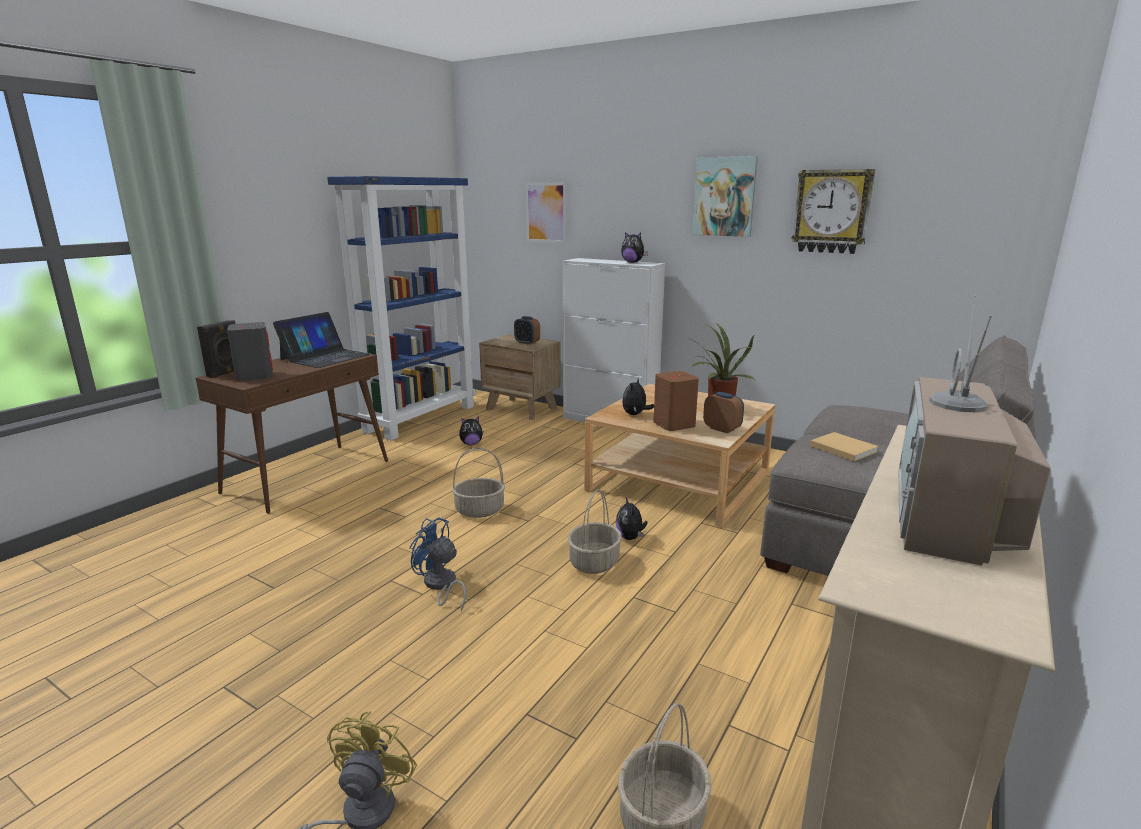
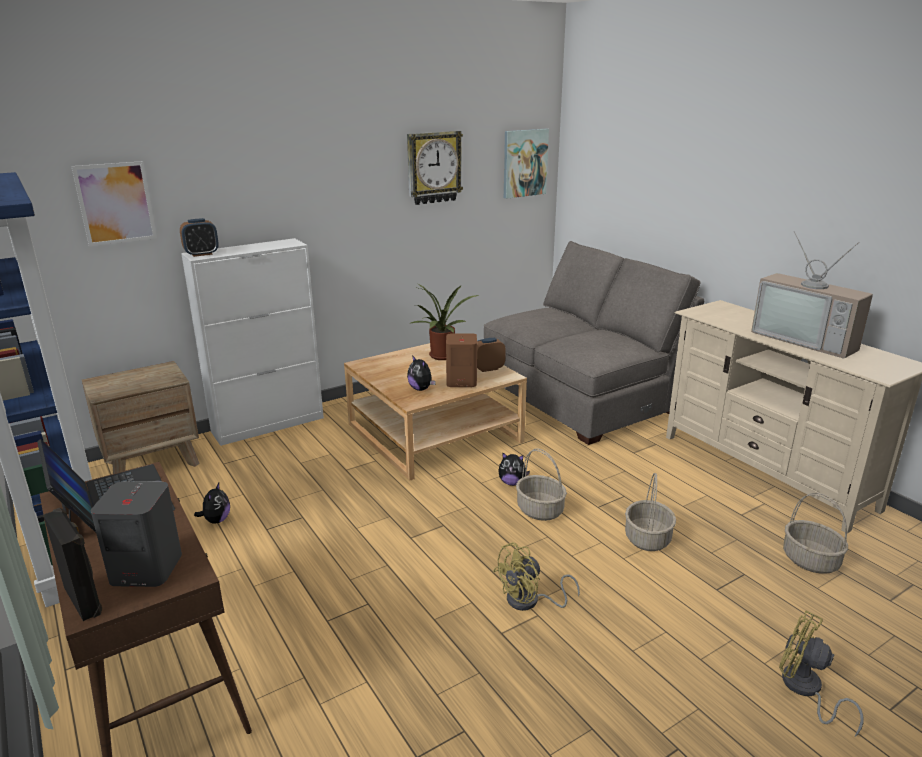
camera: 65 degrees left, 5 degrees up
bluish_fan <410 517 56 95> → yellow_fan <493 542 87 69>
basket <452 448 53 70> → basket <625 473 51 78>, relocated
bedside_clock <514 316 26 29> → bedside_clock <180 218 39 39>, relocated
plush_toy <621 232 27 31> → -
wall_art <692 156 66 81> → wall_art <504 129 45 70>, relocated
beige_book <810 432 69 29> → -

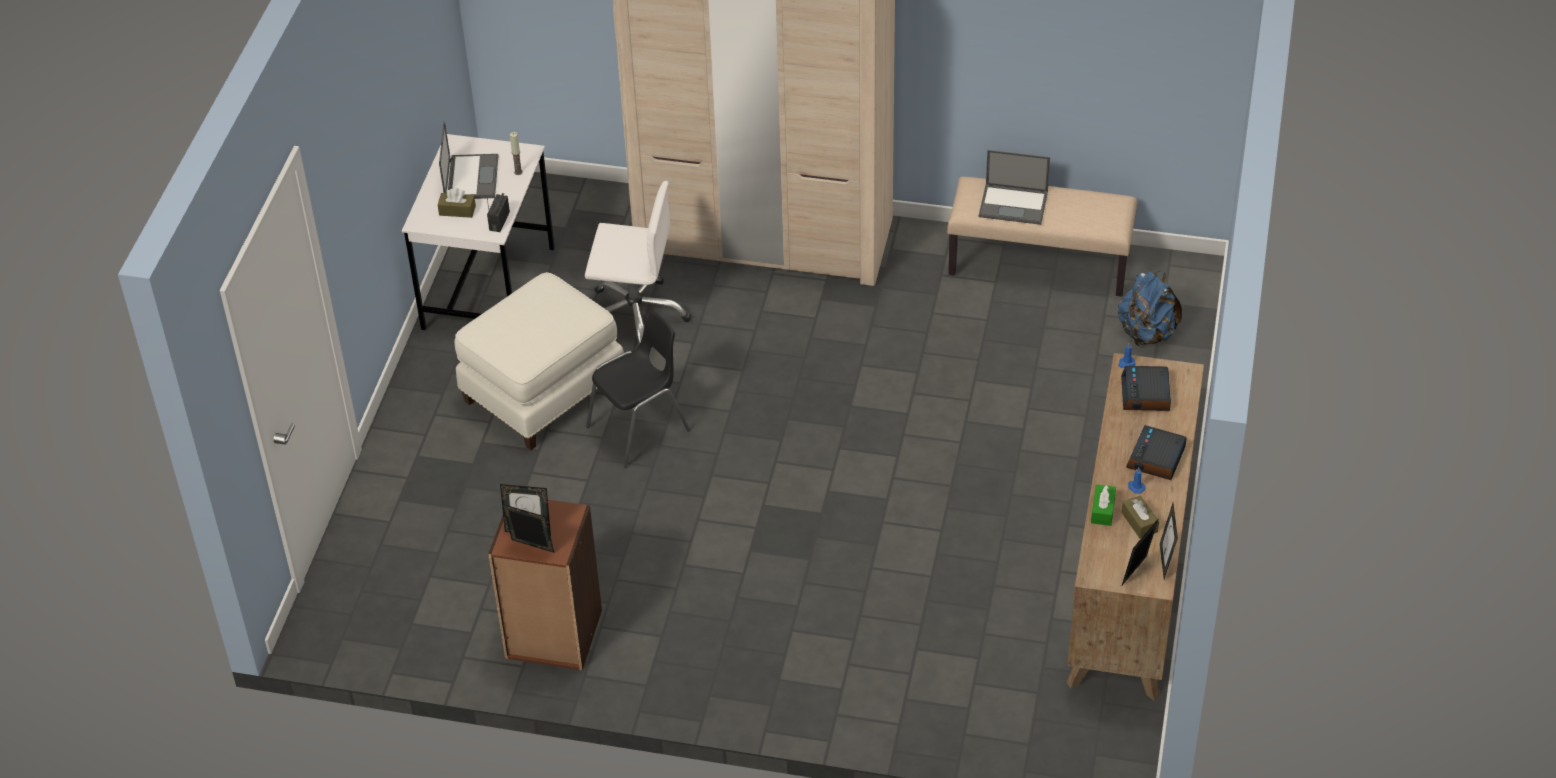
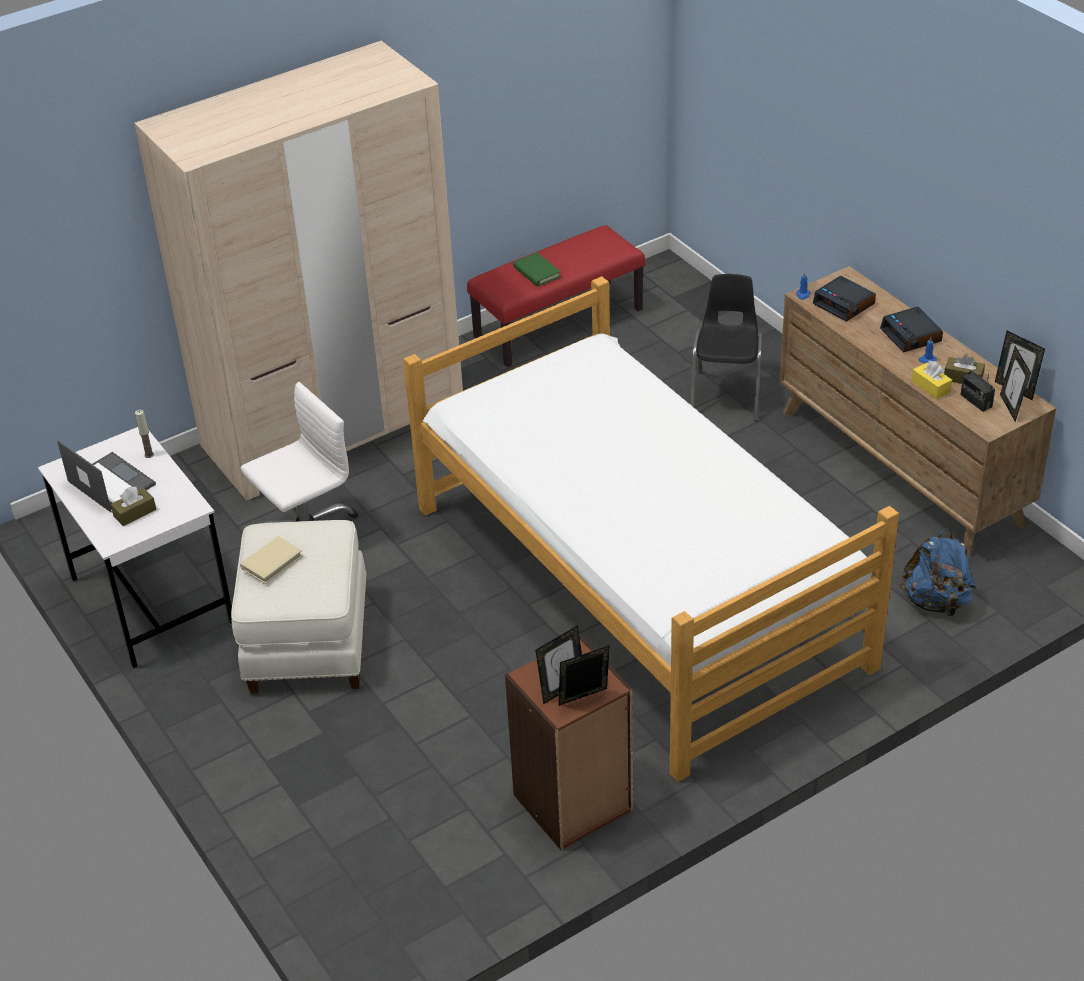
camera: 45 degrees left, 5 degrees down
radio_receiver <487 193 23 39> → radio_receiver <960 371 35 41>, relocated
black_upright_chair <586 311 104 157> → black_upright_chair <690 274 72 147>, relocated
beige_bench <947 177 190 120> → red_bench <467 225 179 142>
portable_computer <979 150 71 75> → green_book <513 252 48 35>
green_tissue_box <1091 484 25 42> → yellow_tissue_box <912 361 40 38>
bluish_knapsack <1118 271 64 76> → bluish_knapsack <899 528 77 88>, relocated
- → beige_book <240 536 63 48>
- → bed <403 277 496 505>

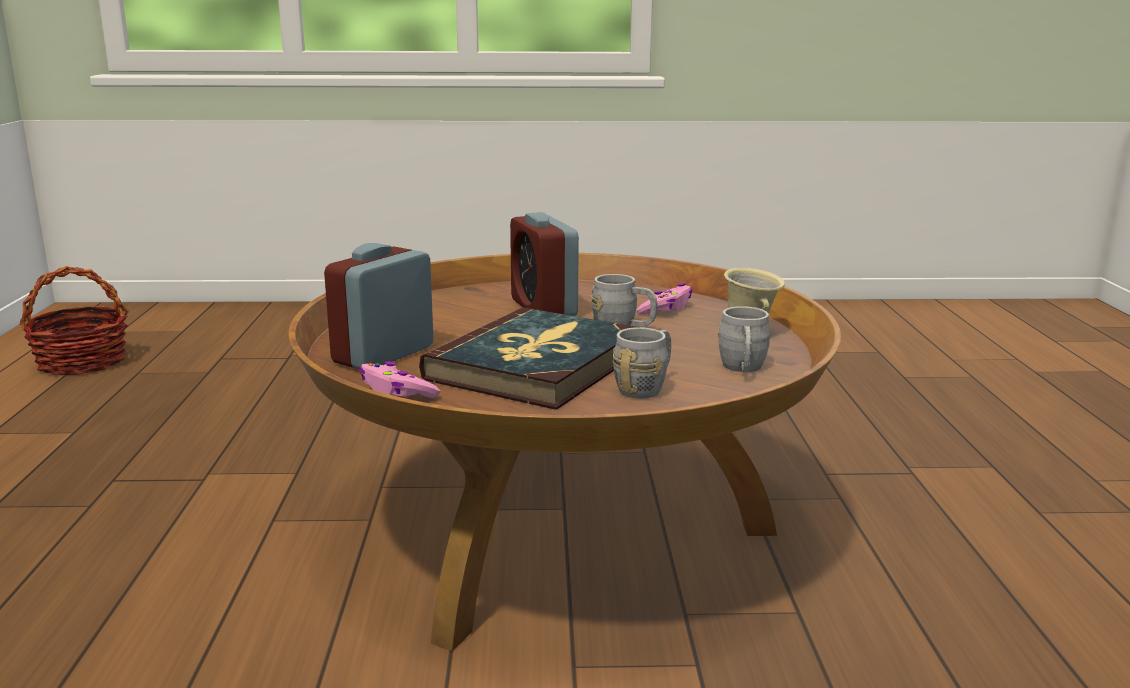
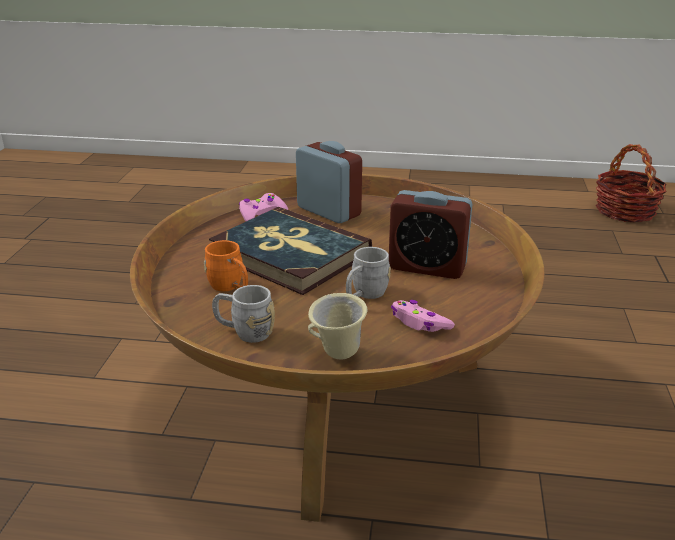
camera: 100 degrees right, 10 degrees up
bedside_clock <510 212 69 104> → bedside_clock <389 190 84 89>, 150 degrees counterclockwise
gray_tea_mug <613 327 58 71> → orangey_tea_mug <204 240 44 51>

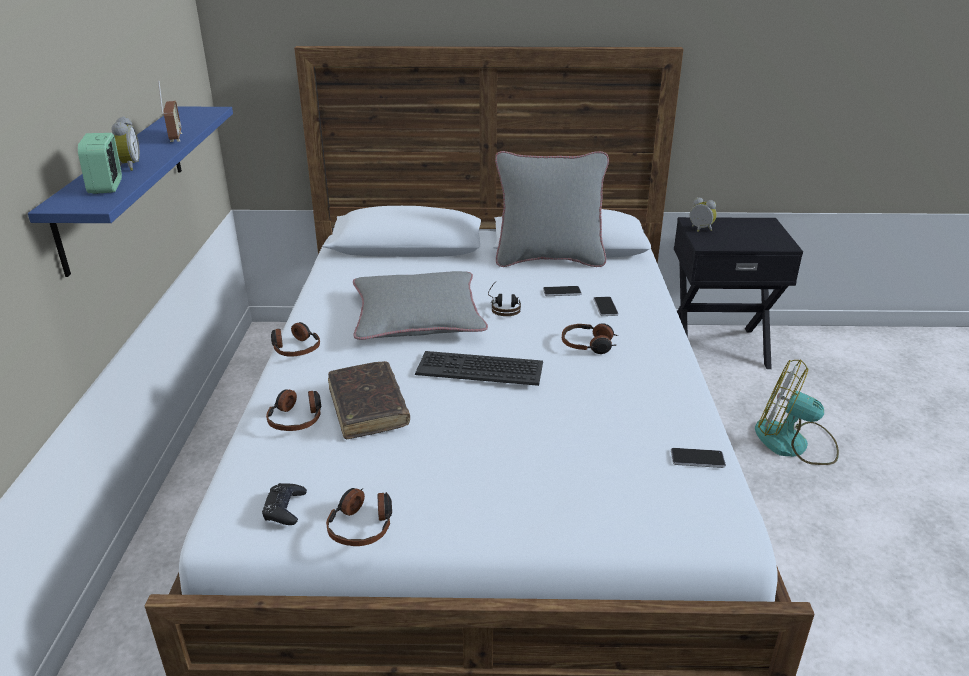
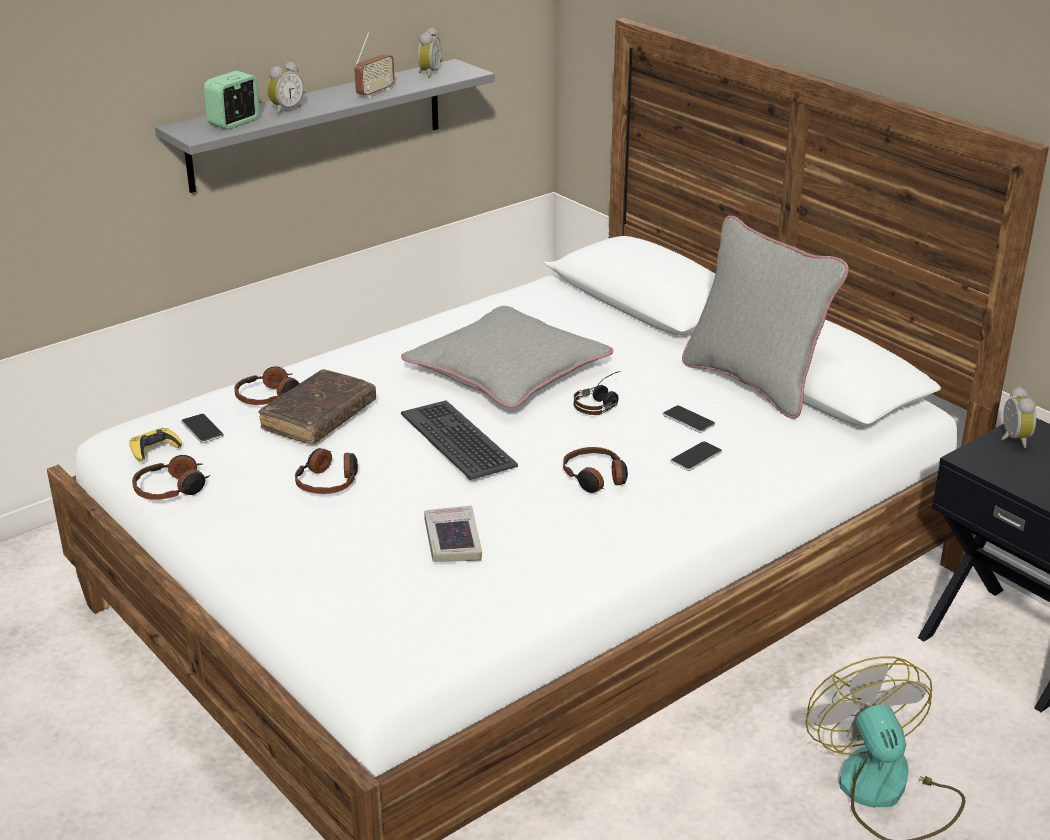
camera: 50 degrees right, 0 degrees up
bluish_wall_shelf <28 107 205 170> → gray_wall_shelf <155 59 340 134>
black_game_controller <262 483 45 42> → yellow_game_controller <129 428 53 33>
headset <271 322 49 35> → headset <295 448 63 46>, relocated
telephone <671 448 55 20> → telephone <181 414 43 29>, relocated
- → bedside_clock <417 28 24 50>
- → book <424 506 58 56>

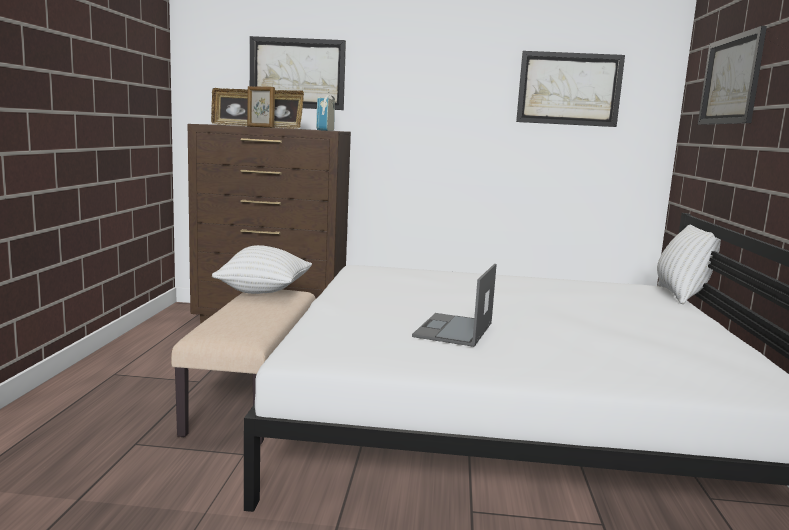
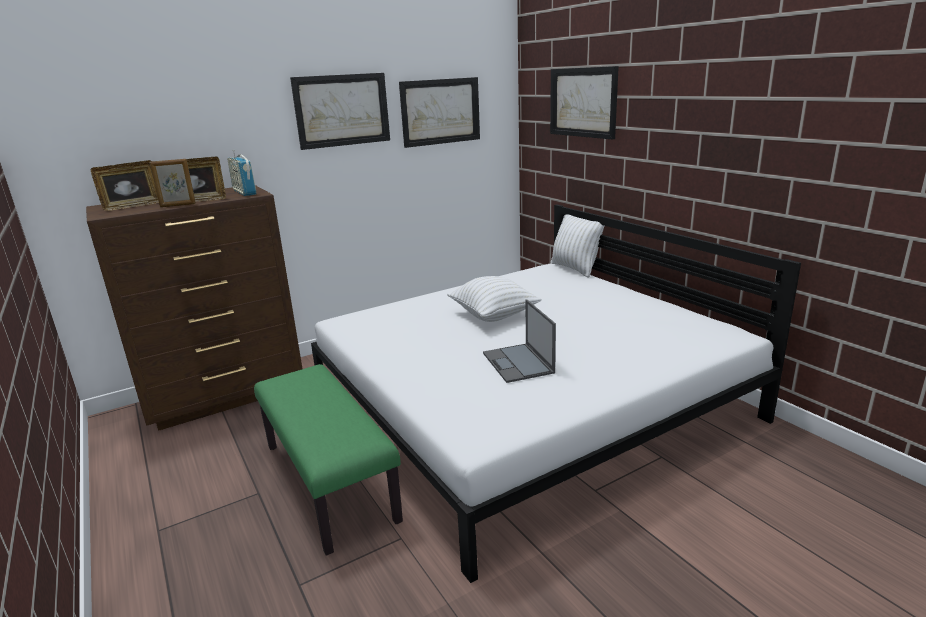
camera: 35 degrees left, 10 degrees up
beige_bench <171 290 145 154> → green_bench <254 364 149 192>
white-coloured_throw_pillow <212 245 100 49> → white-coloured_throw_pillow <447 276 94 46>, relocated
wall_art <250 36 96 74> → wall_art <290 73 100 77>, relocated

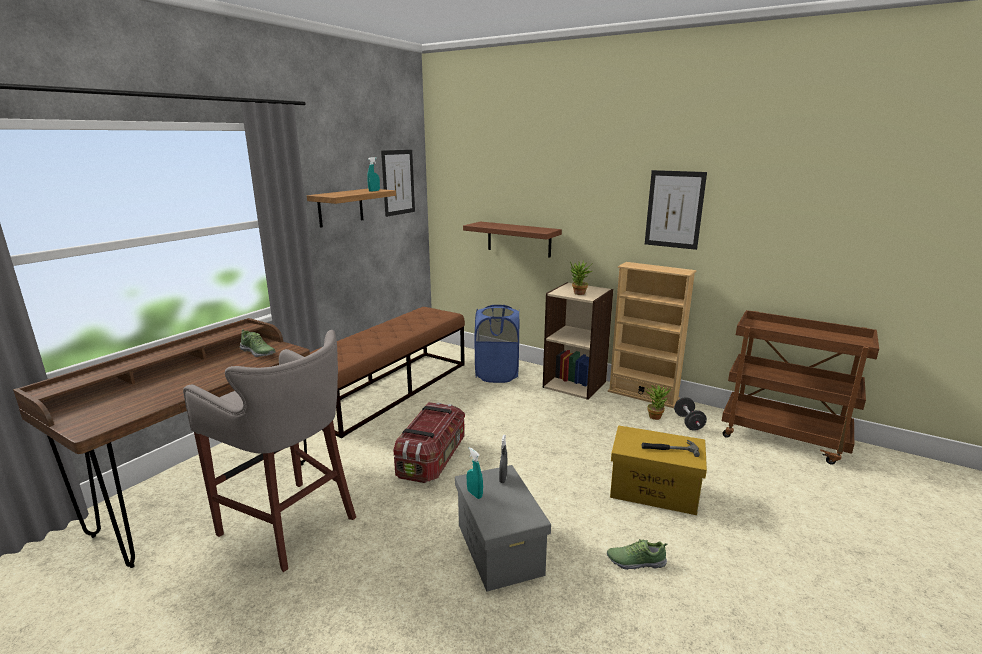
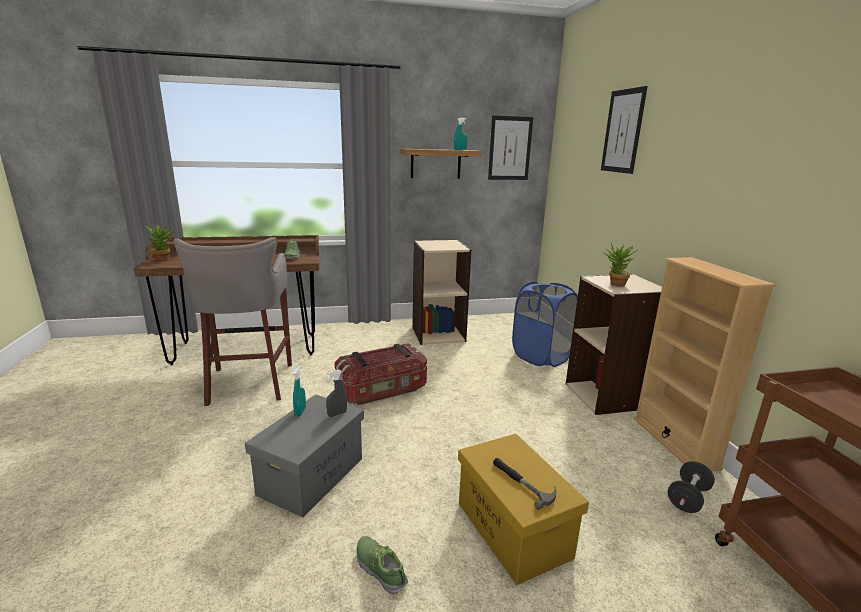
camera: 45 degrees right, 0 degrees up
brown_bench <310 307 155 131> → beige_bookcase <412 240 59 105>
brown_wall_shelf <463 222 99 36> → -
wall_art <645 170 62 80> → wall_art <601 86 47 88>, relocated
potted_plant <646 385 24 35> → potted_plant <146 225 29 37>, relocated

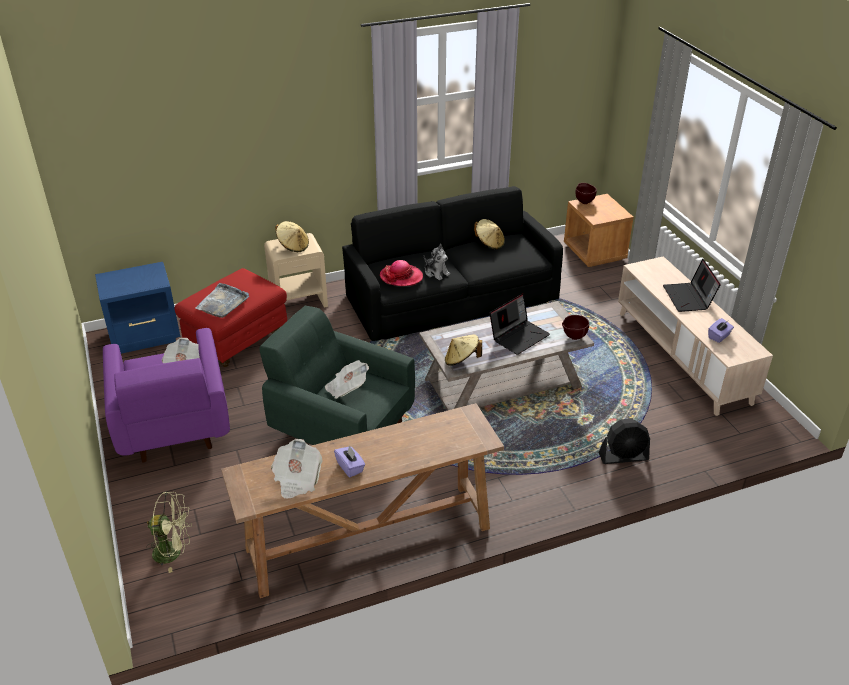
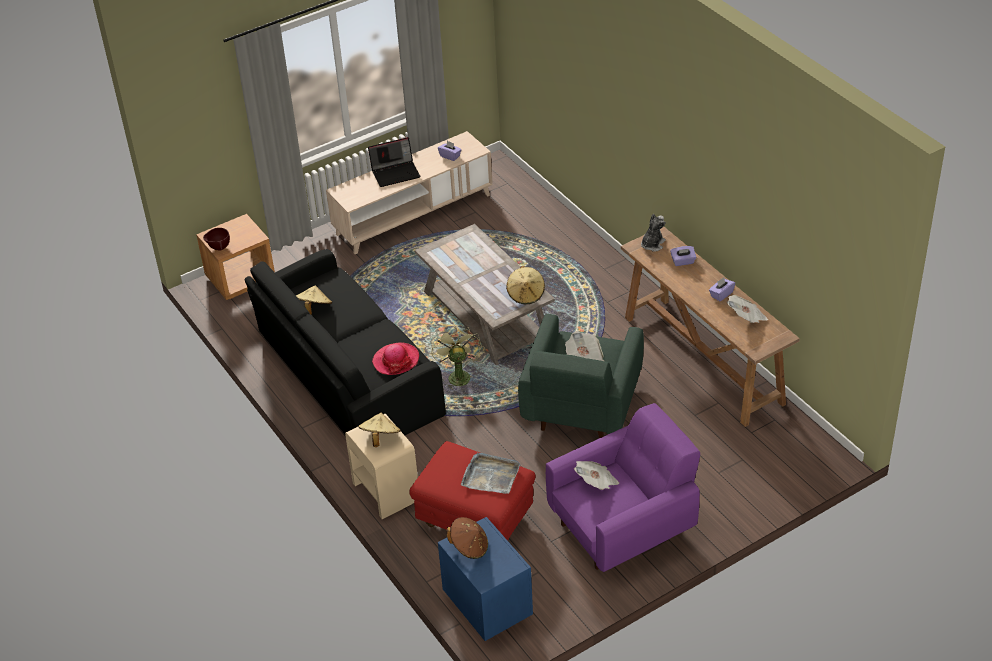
camera: 100 degrees left, 5 degrees up
green_fan <146 491 46 82> → green_fan <431 327 51 63>, relocated
plush_toy <424 244 26 36> → plush_toy <641 214 25 38>, relocated
portable_computer <490 293 60 62> → -
brown_serving_bowl <562 315 27 25> → -
black_fan <599 418 51 46> → -
- → brown_clothing_hat <447 517 41 42>
- → purple_tissue_box <670 246 26 20>

